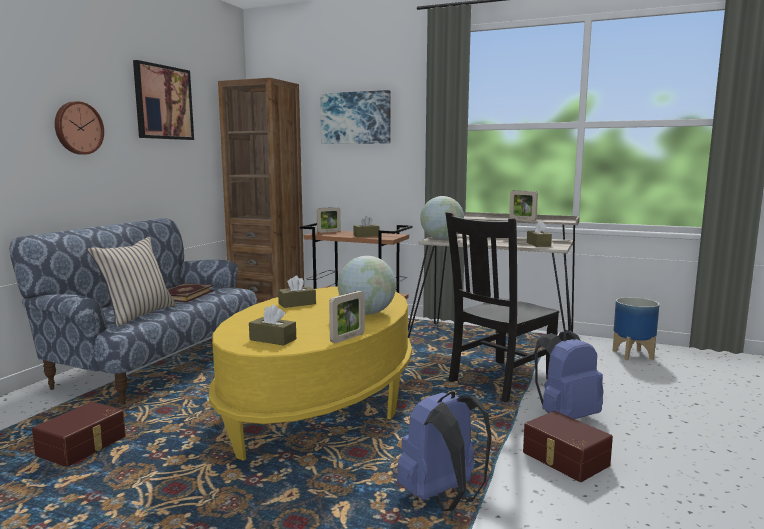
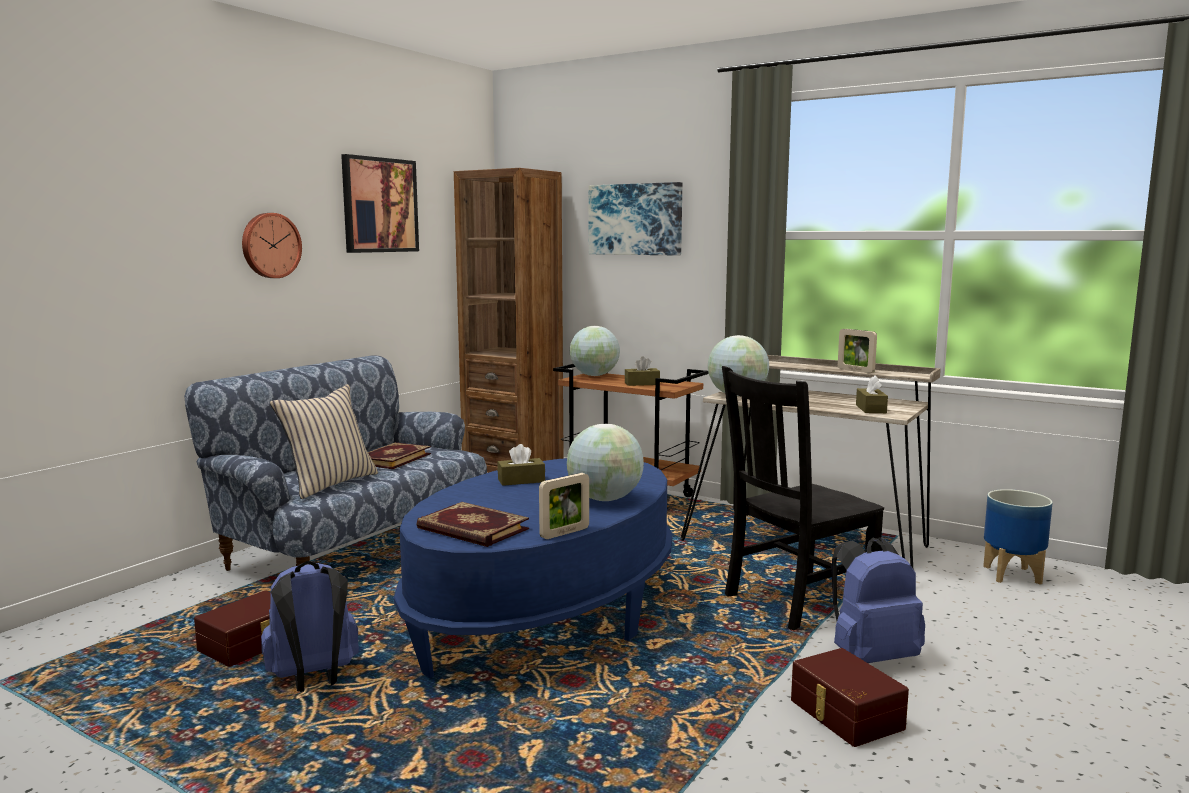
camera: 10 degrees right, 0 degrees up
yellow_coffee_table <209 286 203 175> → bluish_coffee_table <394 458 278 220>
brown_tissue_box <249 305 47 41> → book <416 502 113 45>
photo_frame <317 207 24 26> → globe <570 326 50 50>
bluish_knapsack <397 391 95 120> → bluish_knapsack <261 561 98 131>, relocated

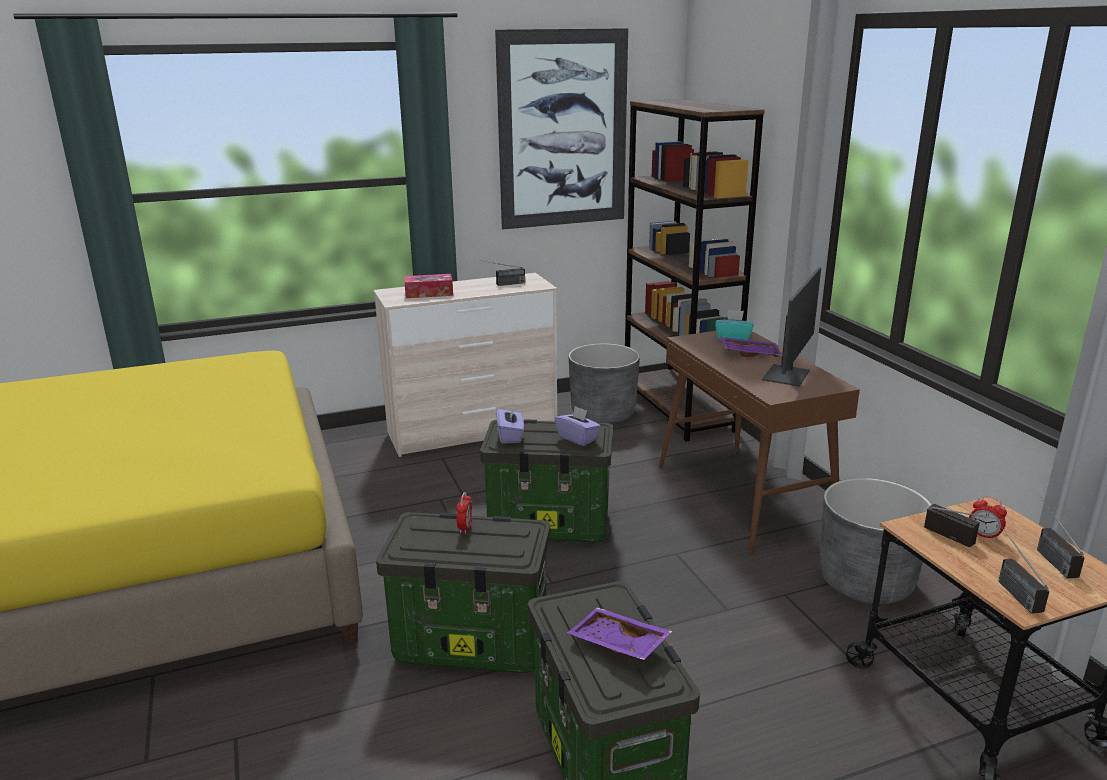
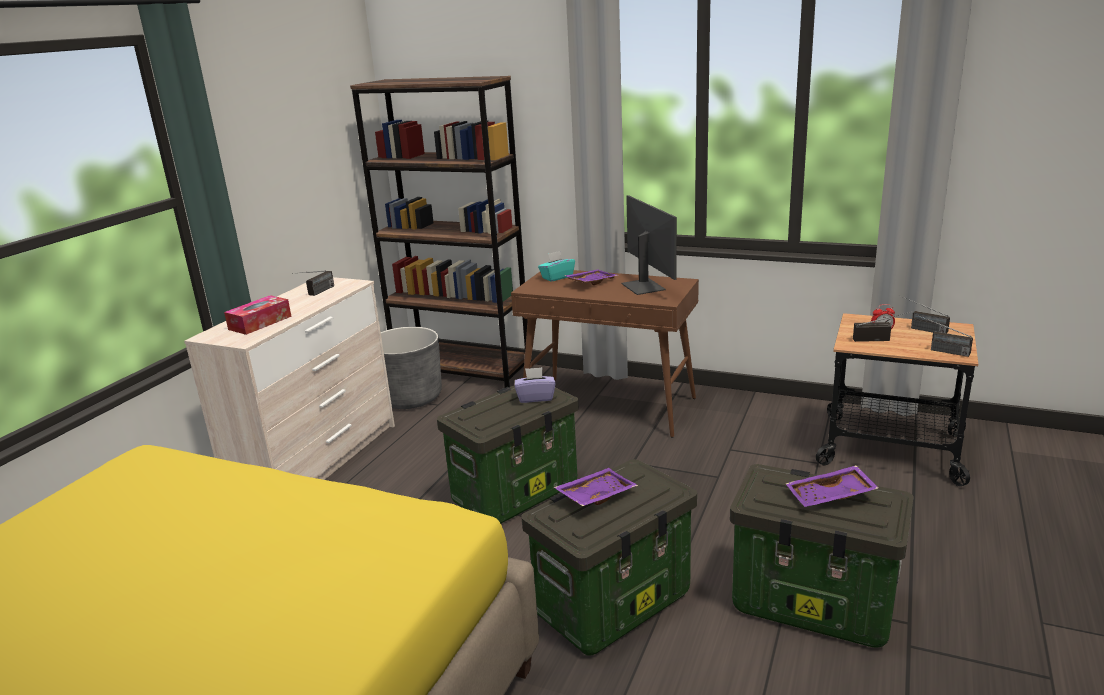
camera: 45 degrees left, 0 degrees up
bedside_clock <456 492 16 42> → purple_carrying_tray <554 468 84 38>
wall_art <495 28 133 201> → -
purple_tissue_box <496 406 28 38> → -
gray_plant_pot <819 478 113 126> → -

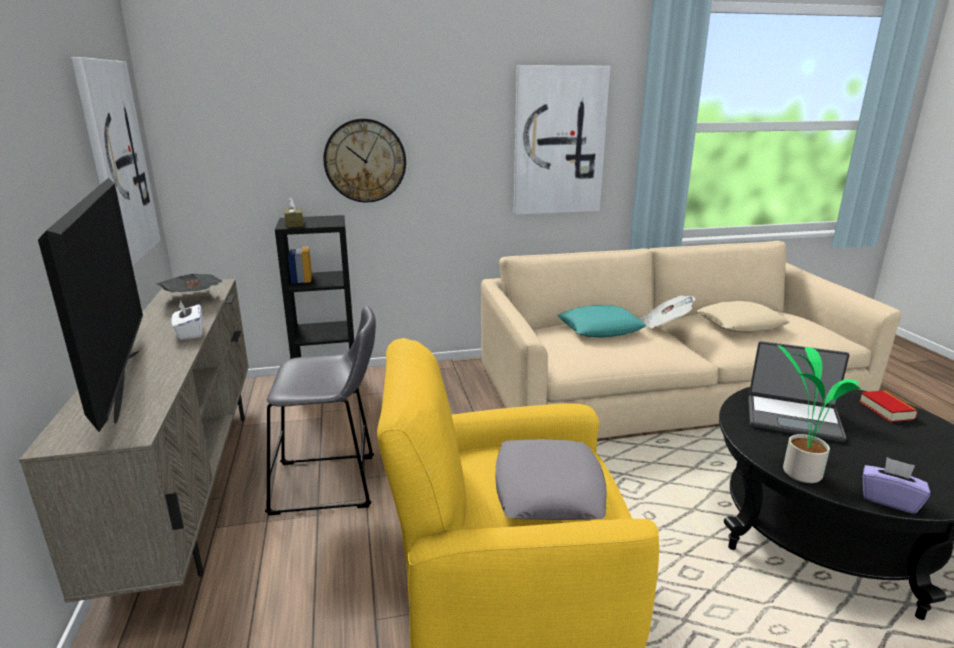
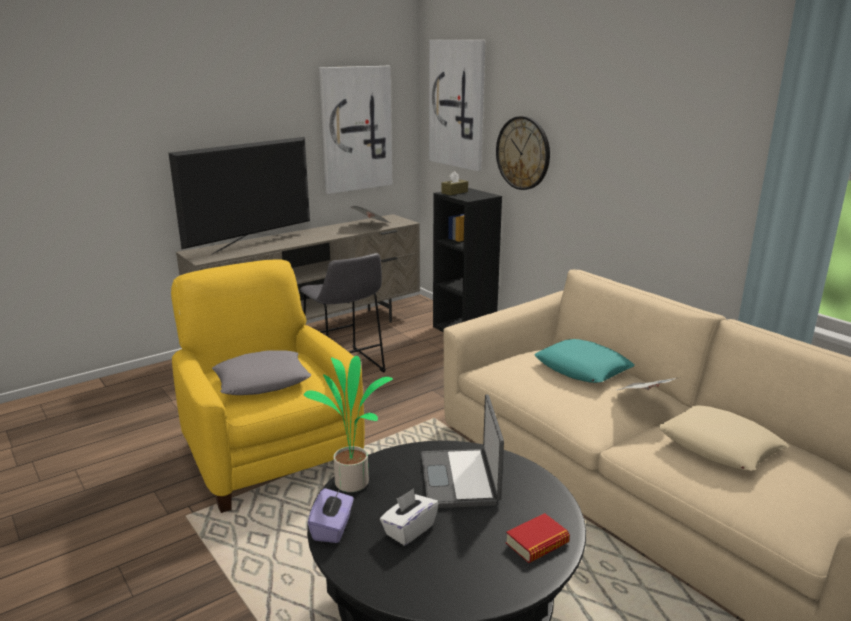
camera: 65 degrees right, 0 degrees up
white-coloured_tissue_box <171 300 31 40> → white-coloured_tissue_box <380 488 59 58>, relocated
wall_art <514 65 96 150> → wall_art <429 40 56 131>, relocated

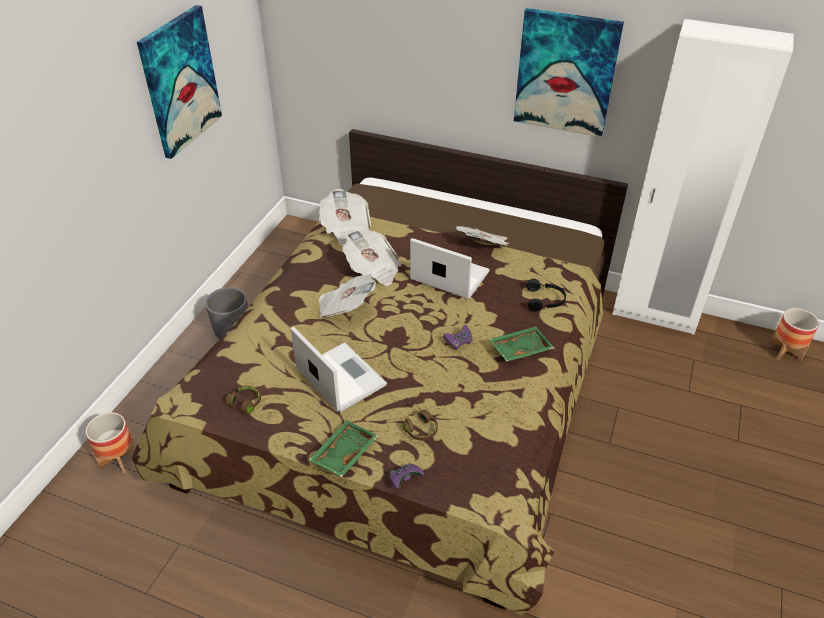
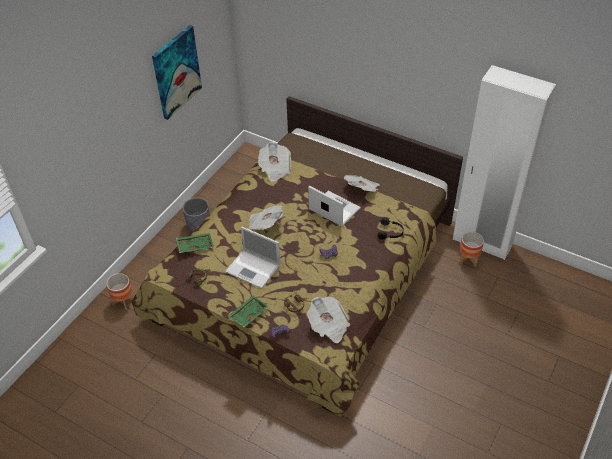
camera: 10 degrees right, 5 degrees up
portable_computer <291 327 96 85> → portable_computer <225 227 55 62>, 150 degrees clockwise
daily_paper <343 230 59 56> → daily_paper <307 297 43 46>, relocated
green_carrying_tray <489 326 65 36> → green_carrying_tray <176 233 38 20>, relocated
wall_art <514 8 110 129> → -
plant_pot <770 308 49 53> → plant_pot <460 232 24 35>, relocated

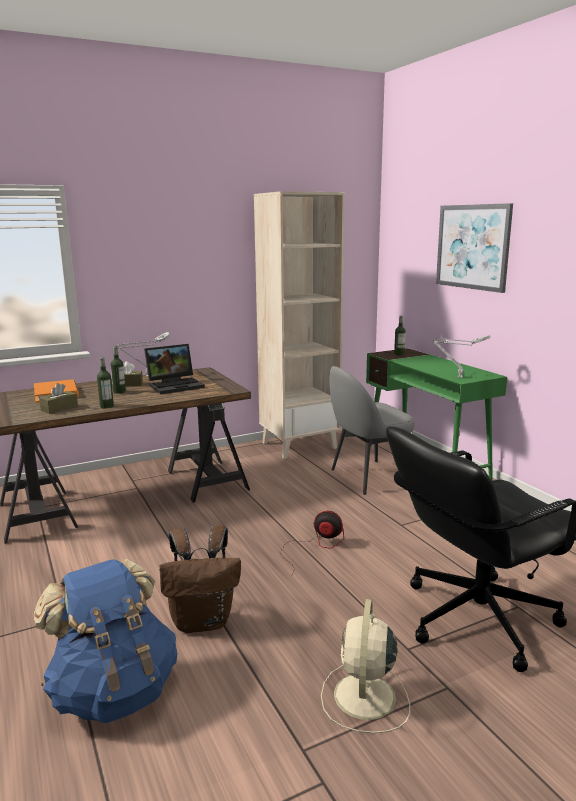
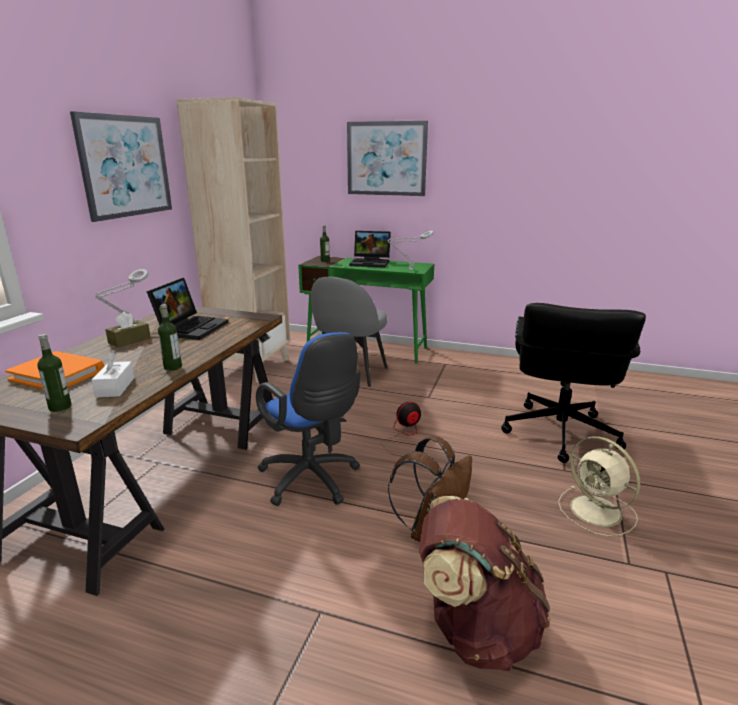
camera: 45 degrees left, 5 degrees up
bluish_knapsack <34 559 143 164> → brown_knapsack <419 496 131 175>
brown_tissue_box <39 383 39 31> → white-coloured_tissue_box <92 353 42 44>
drink_bottle <111 346 15 48> → drink_bottle <37 334 35 78>, relocated
- → wall_art <70 111 102 111>
- → bluish_computer_chair <256 332 104 174>
- → portable_computer <349 231 42 37>

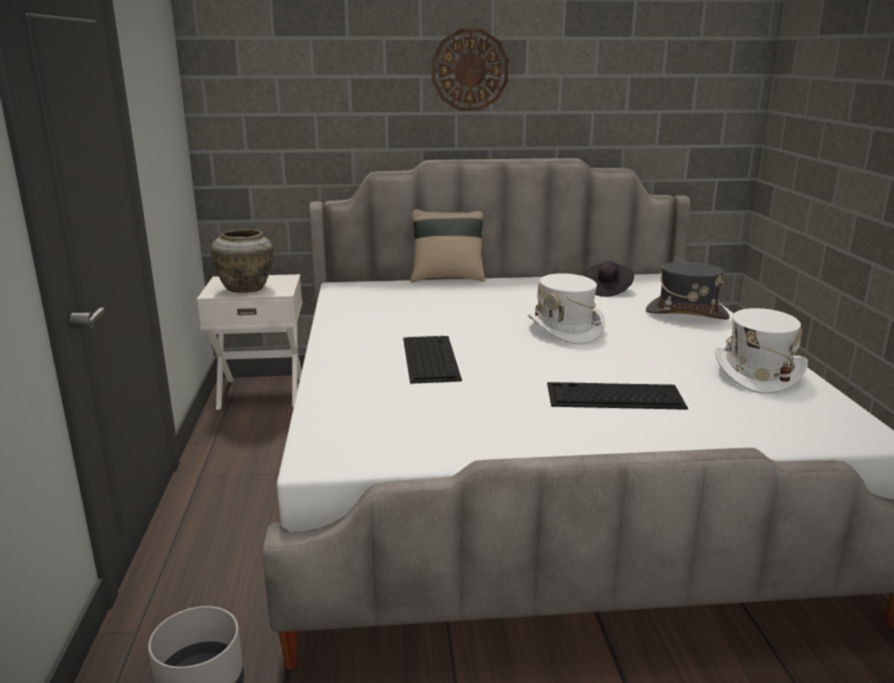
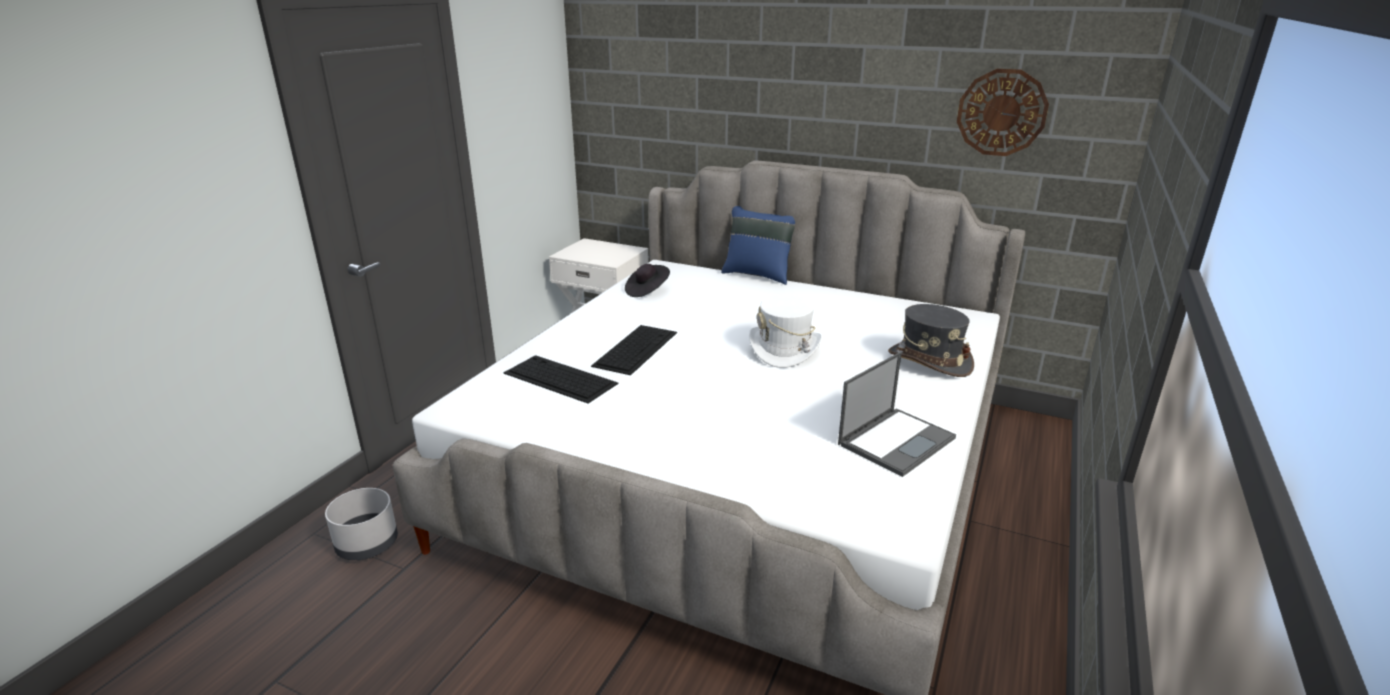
camera: 30 degrees right, 5 degrees up
beige_vase <211 229 62 64> → -
beige_throw_pillow <410 209 75 73> → bluish_throw_pillow <721 206 74 79>
wall_clock <432 29 77 82> → wall_clock <957 69 92 87>, relocated
PC_keyboard <547 382 141 28> → PC_keyboard <504 355 114 48>, relocated
black_clothing_hat <584 261 50 36> → black_clothing_hat <625 264 45 33>, relocated
white-coloured_clothing_hat <715 308 93 86> → portable_computer <838 352 118 125>

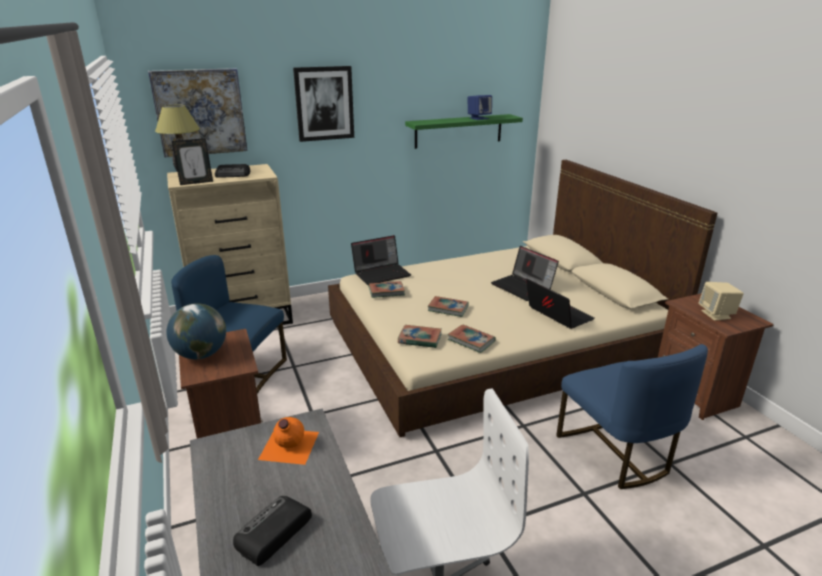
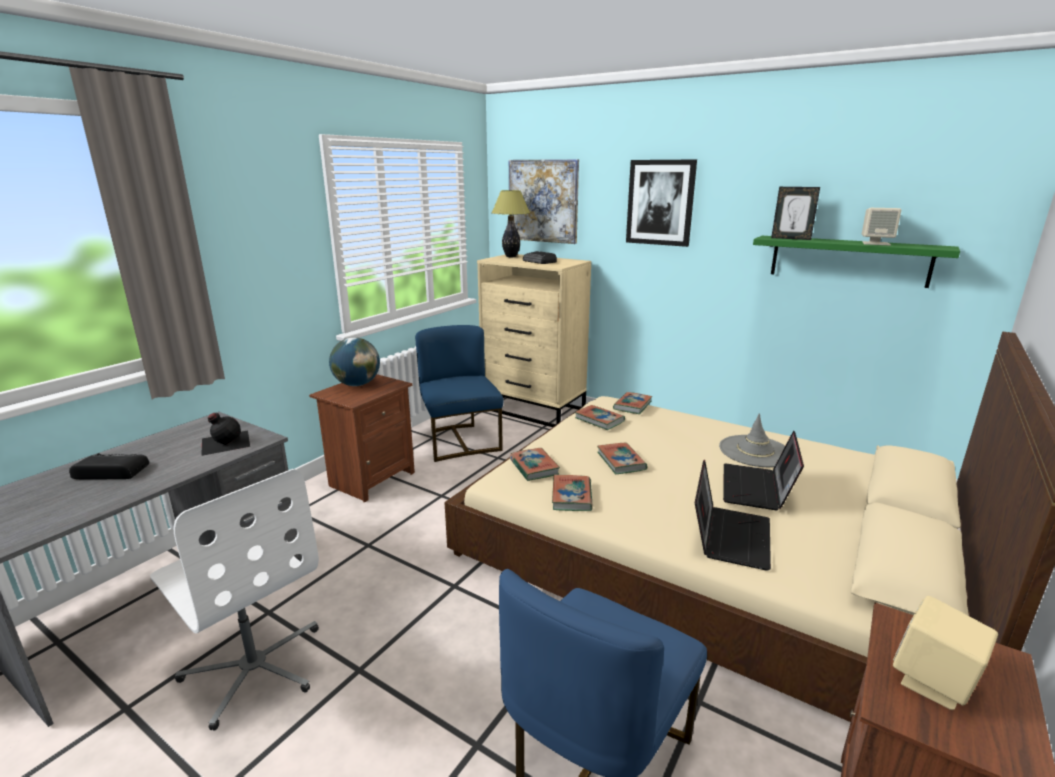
camera: 55 degrees right, 5 degrees down
photo_frame <172 138 41 47> → photo_frame <771 187 49 53>, relocated
orangey_drink_bottle <258 417 61 48> → black_drink_bottle <201 413 49 43>
portable_computer <351 235 60 50> → book <613 392 39 22>
bluish_speaker <468 95 24 25> → beige_speaker <862 208 39 38>
- → gray_clothing_hat <719 413 66 54>

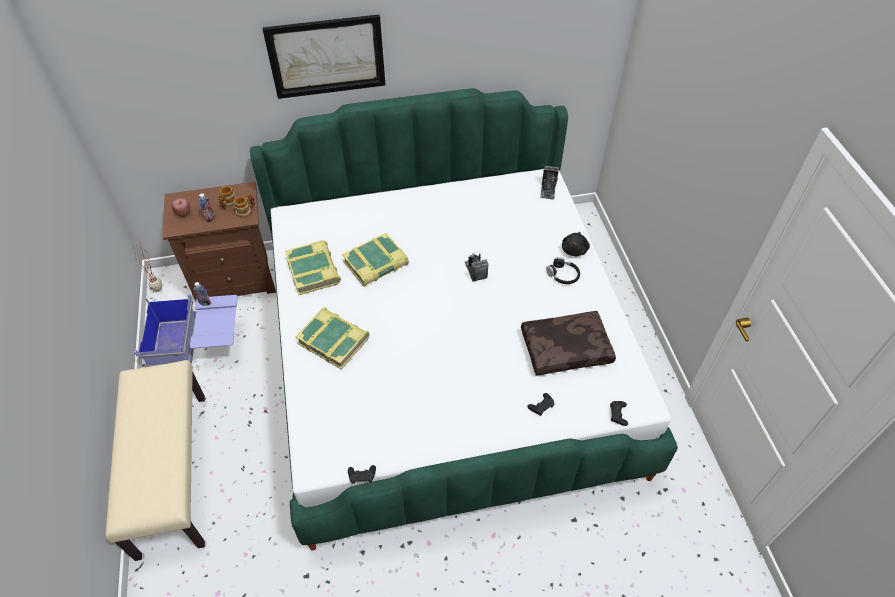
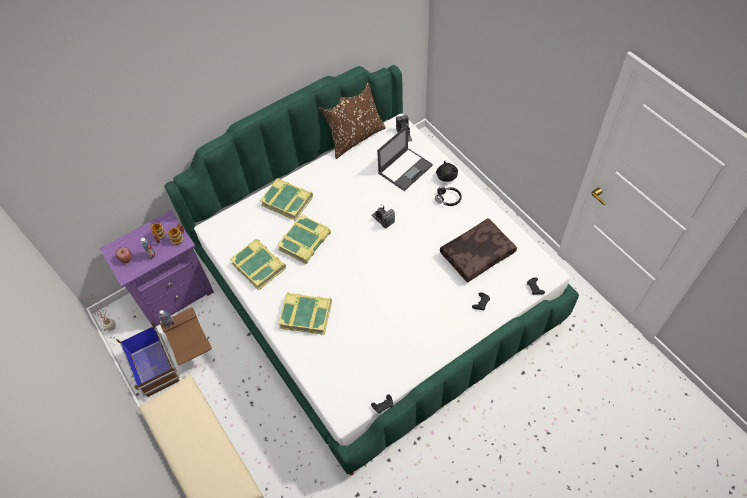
camera: 20 degrees left, 5 degrees up
bluish_storage_box <134 294 104 73> → brown_storage_box <116 308 96 89>
brown_night_table <162 182 114 119> → purple_night_table <99 210 115 117>
wall_art <263 14 122 85> → -
- → book <260 178 53 43>
- → brown_throw_pillow <318 82 68 77>
- → portable_computer <377 125 56 66>

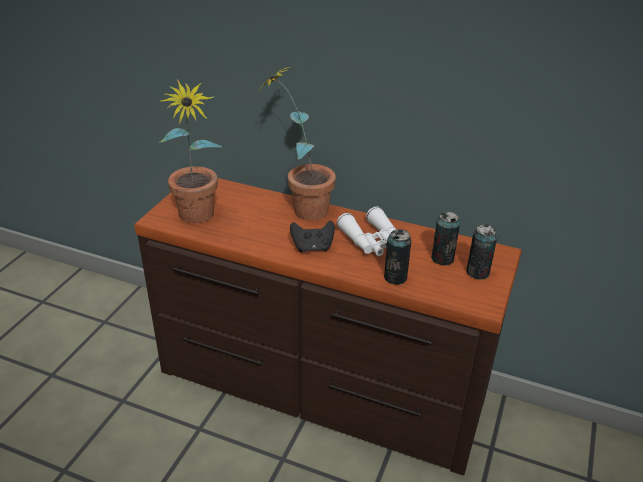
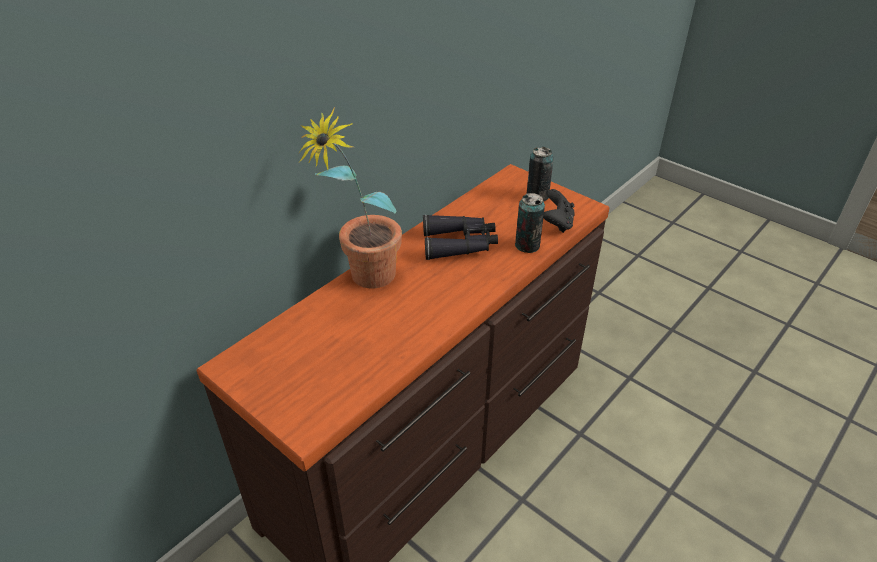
camera: 70 degrees left, 5 degrees up
potted_plant <159 79 63 144> → -
black_game_controller <290 221 45 31> → black_game_controller <543 189 32 44>, relocated
white-coloured_pair_of_binoculars <337 207 59 49> → black_pair_of_binoculars <423 214 75 46>
metal_can <431 211 29 54> → -

